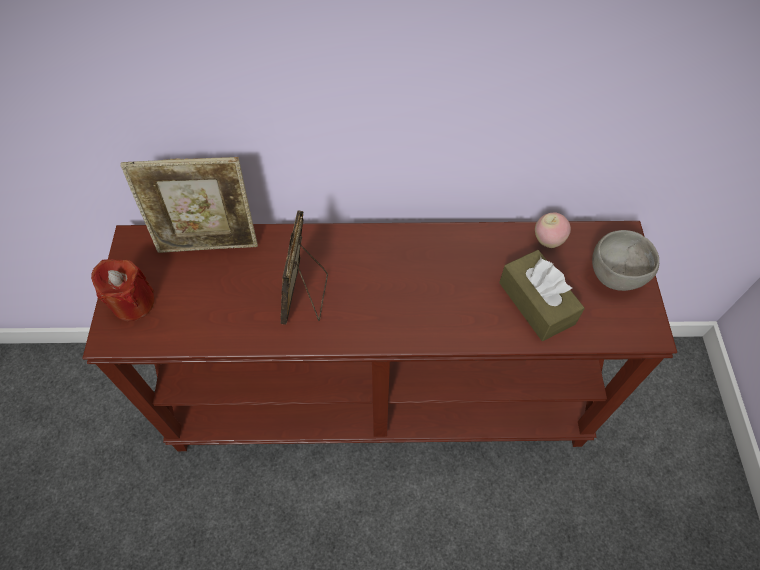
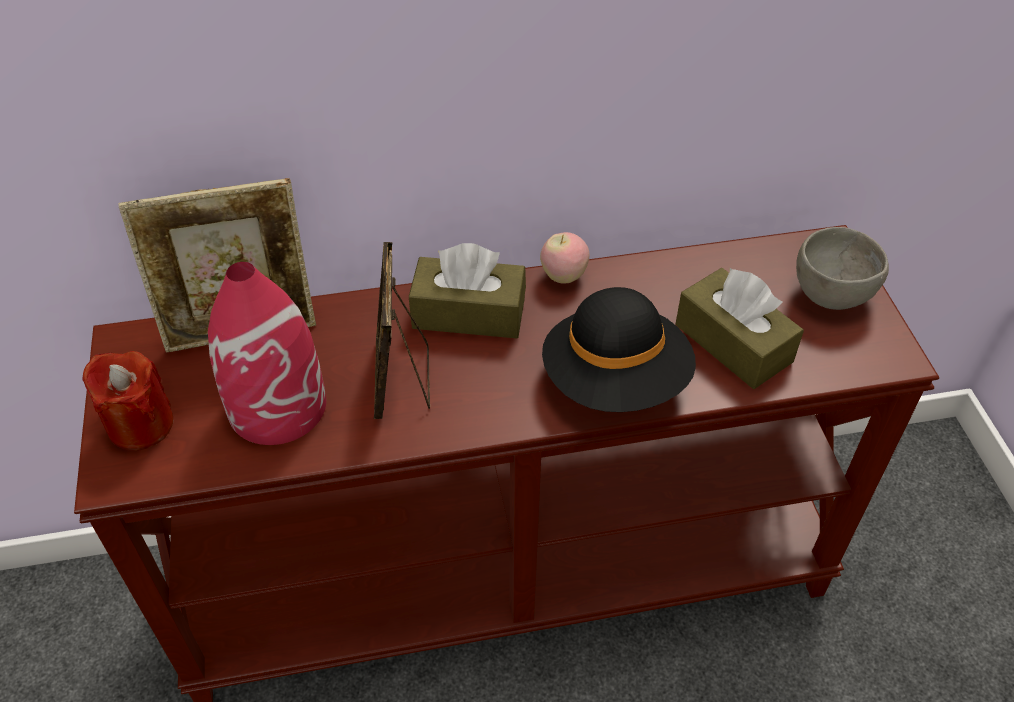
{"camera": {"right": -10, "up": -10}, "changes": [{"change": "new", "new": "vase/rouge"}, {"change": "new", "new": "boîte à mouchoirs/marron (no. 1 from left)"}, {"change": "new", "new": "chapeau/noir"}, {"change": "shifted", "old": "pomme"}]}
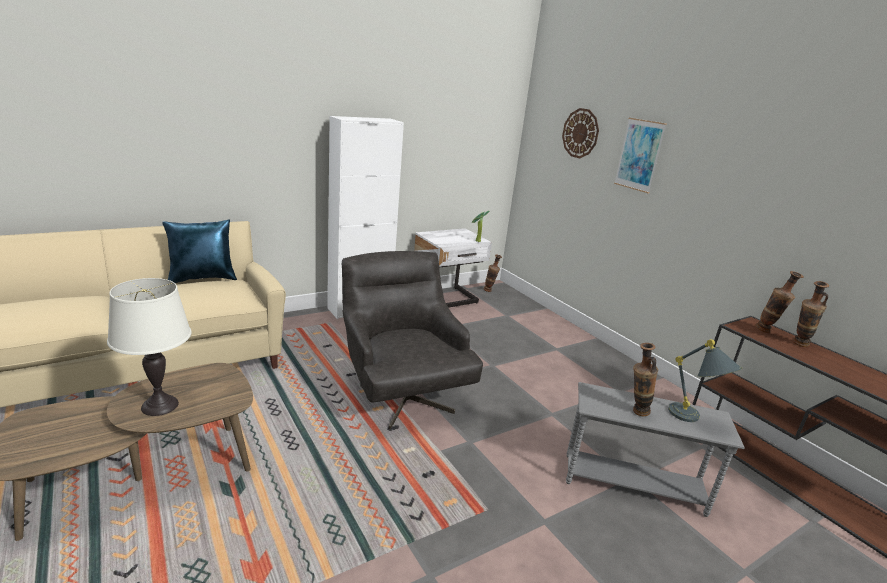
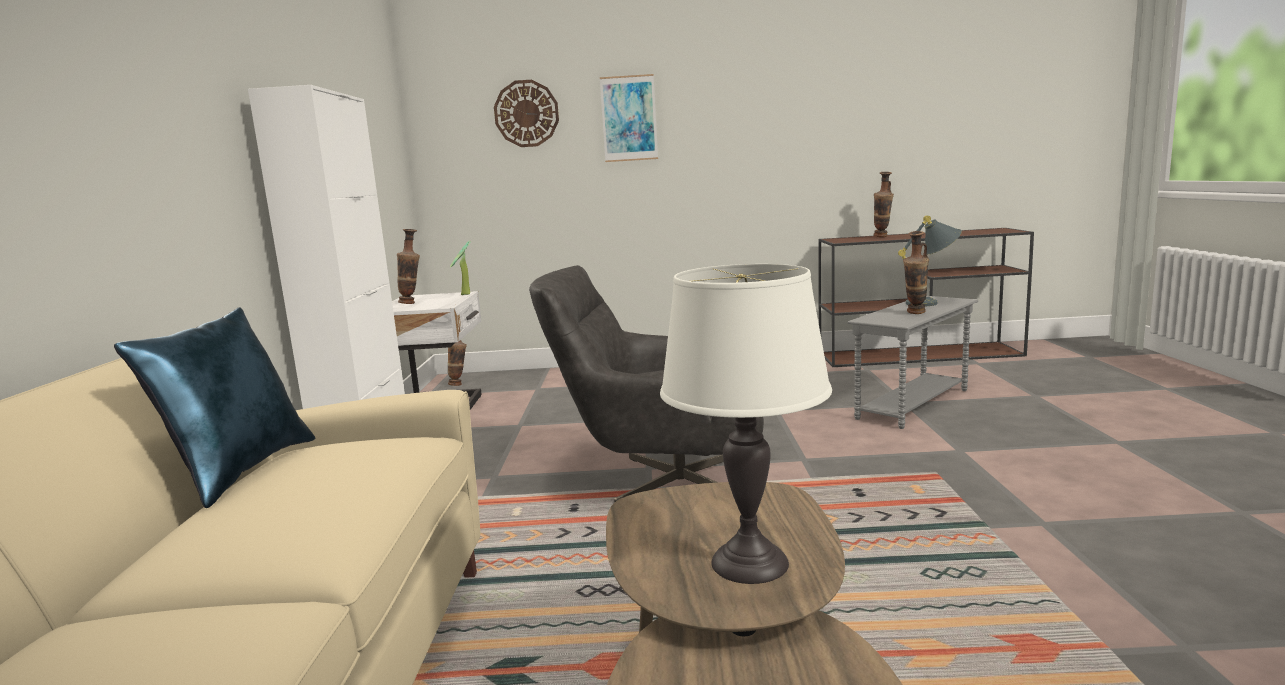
{"camera": {"right": -55, "up": -10}, "changes": [{"change": "shifted", "old": "vase (no. 3 from left in the first image)", "new": "vase (no. 1 from left)"}]}
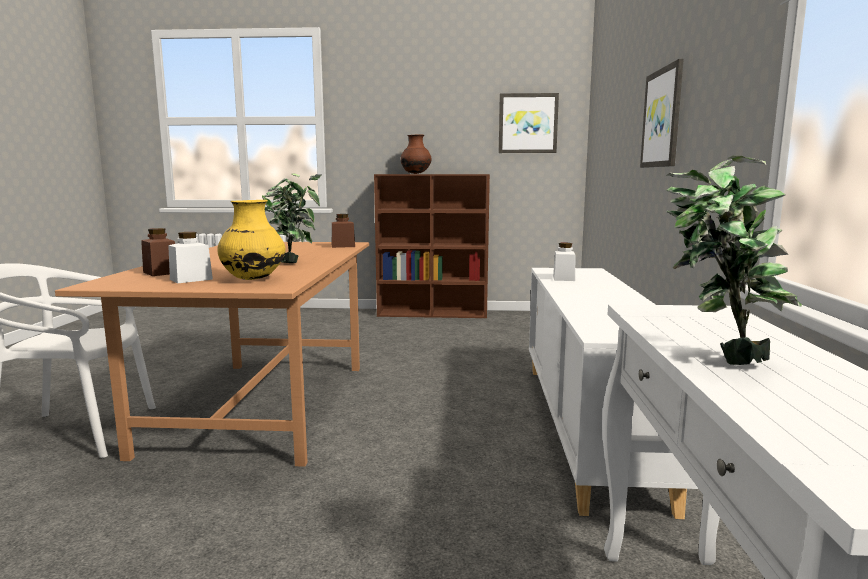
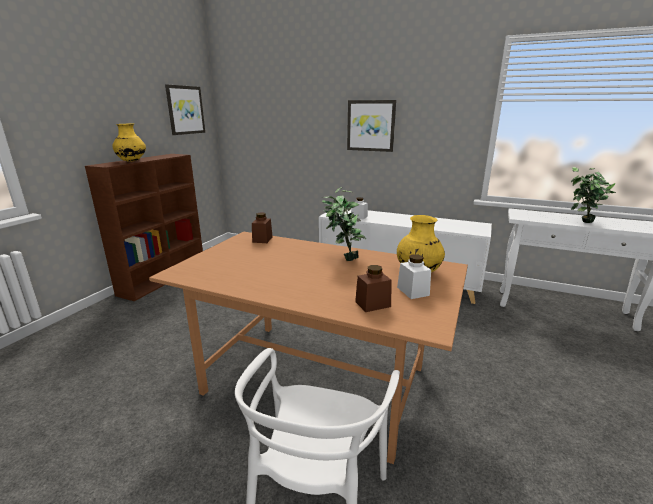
{"camera": {"right": -70, "up": 10}, "changes": [{"change": "repainted", "old": "vase/marron", "new": "vase/jaune (no. 1 from left)"}]}
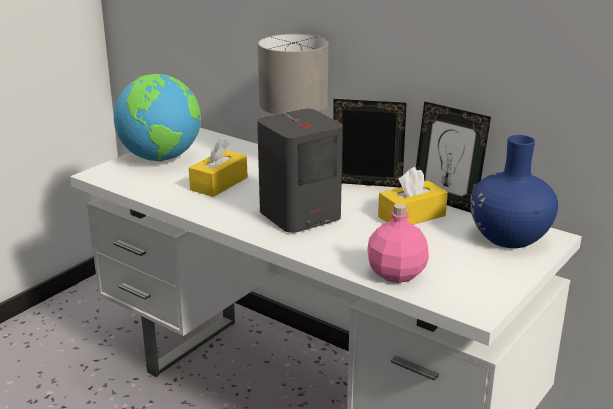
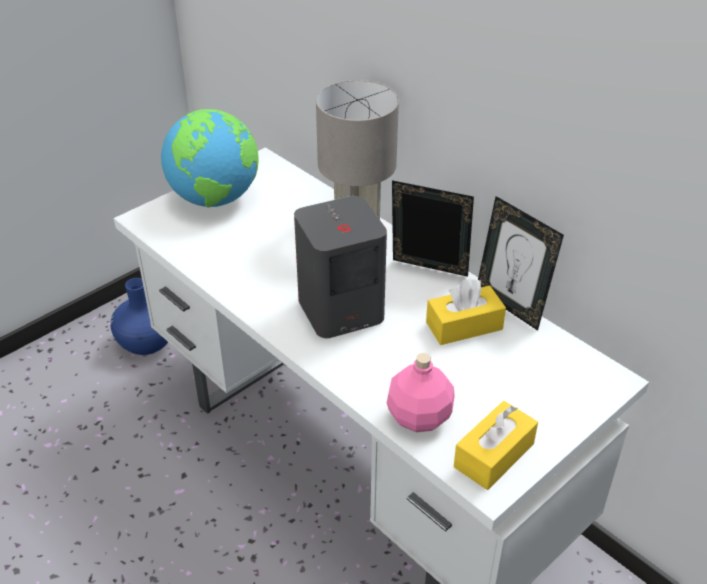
{"camera": {"right": 10, "up": 15}, "changes": [{"change": "shifted", "old": "boîte à mouchoirs/jaune (no. 1 from left in the first image)", "new": "boîte à mouchoirs/jaune (no. 2 from left)"}, {"change": "shifted", "old": "vase/bleu"}]}
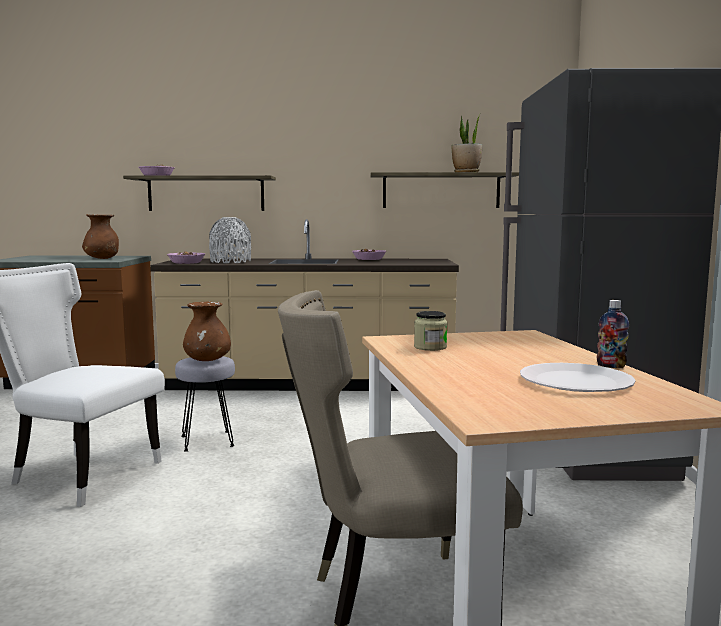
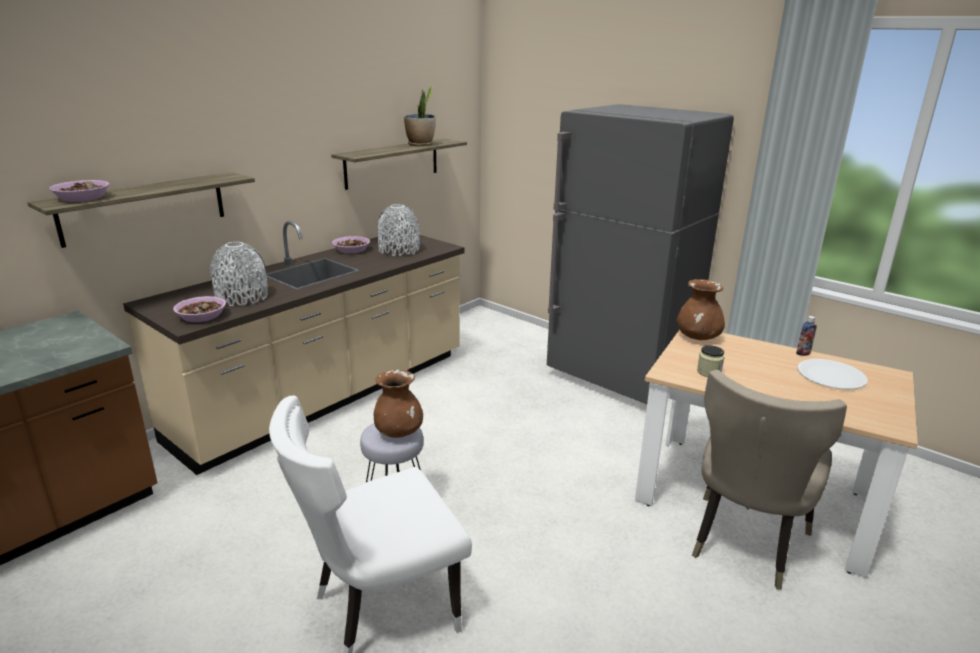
{"camera": {"right": -50, "up": 15}, "changes": [{"change": "new", "new": "vase/gris (no. 2 from left)"}, {"change": "shifted", "old": "vase/marron (no. 1 from left in the first image)", "new": "vase/marron (no. 2 from left)"}]}
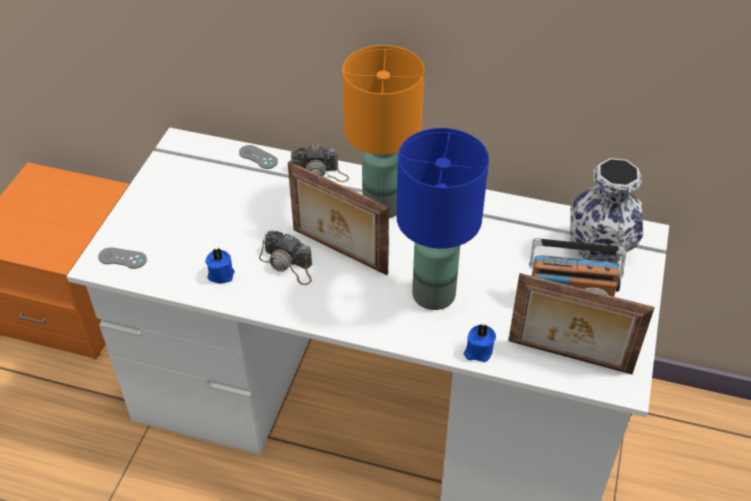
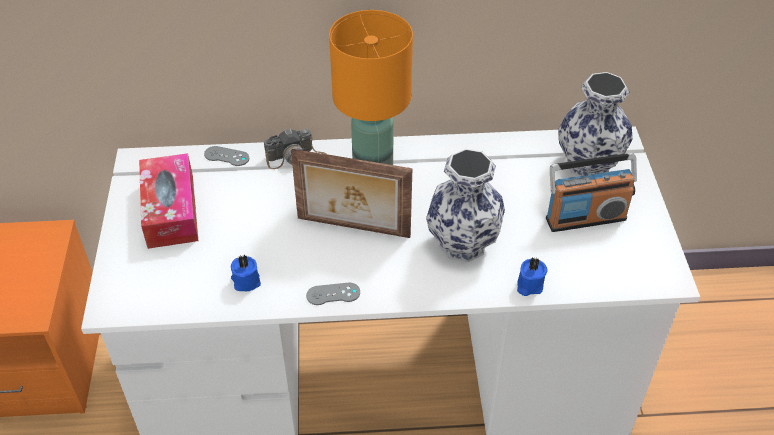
{"camera": {"right": -20, "up": 0}, "changes": [{"change": "gone", "old": "appareil photo (no. 1 from left)"}, {"change": "gone", "old": "cadre photo (no. 2 from left)"}, {"change": "new", "new": "boîte à mouchoirs"}, {"change": "shifted", "old": "manette/gris (no. 1 from left in the first image)", "new": "manette/gris (no. 2 from left)"}, {"change": "swapped", "old": "lampe de table/bleu", "new": "vase (no. 1 from left)"}]}
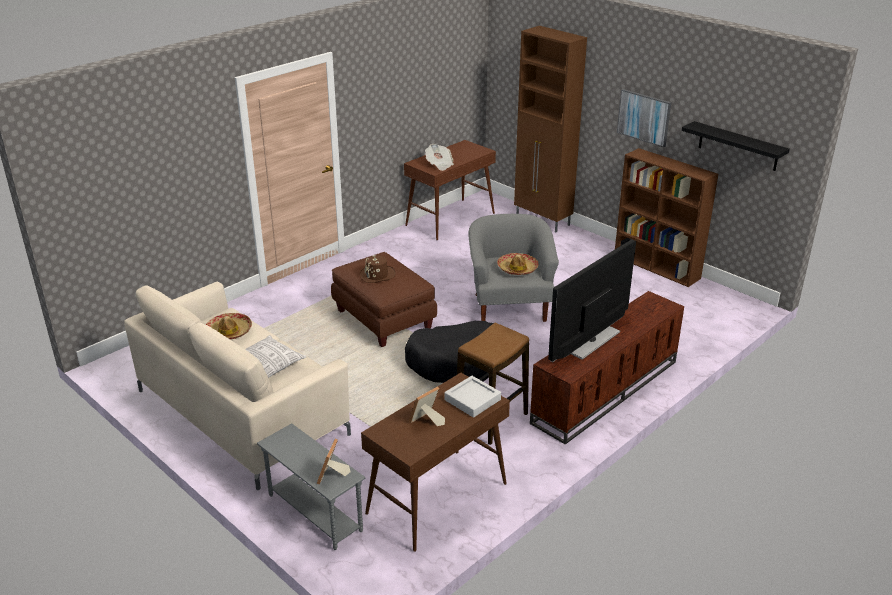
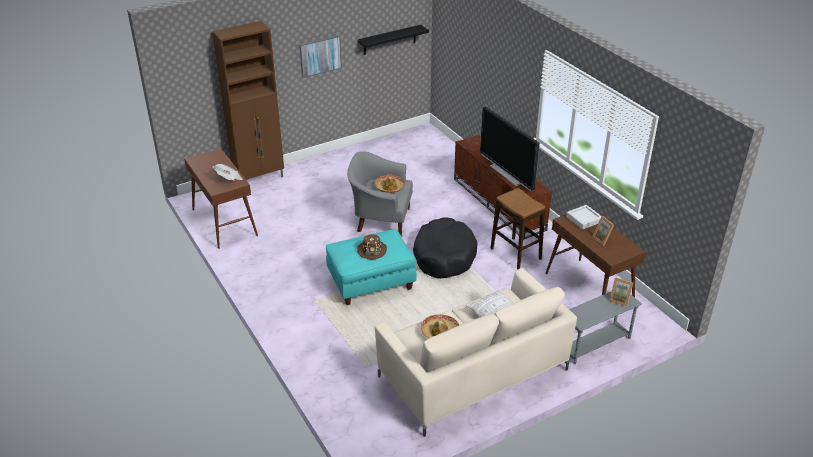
{"camera": {"right": -75, "up": 5}, "changes": [{"change": "gone", "old": "bibliothèque/marron"}, {"change": "repainted", "old": "pouf/marron", "new": "pouf/turquoise"}]}
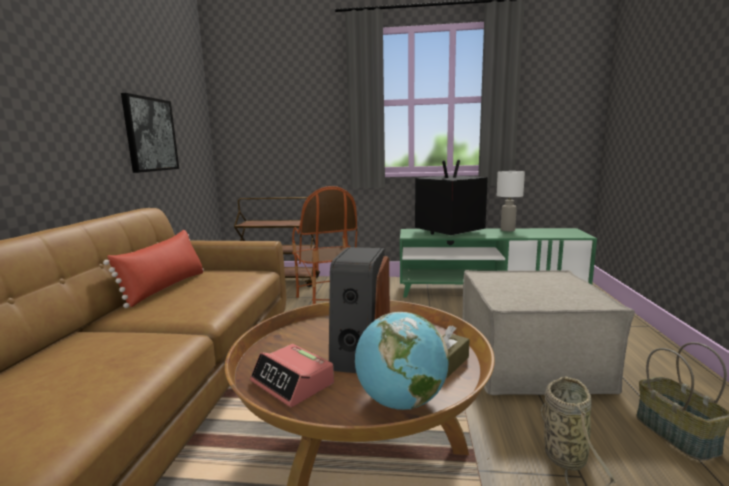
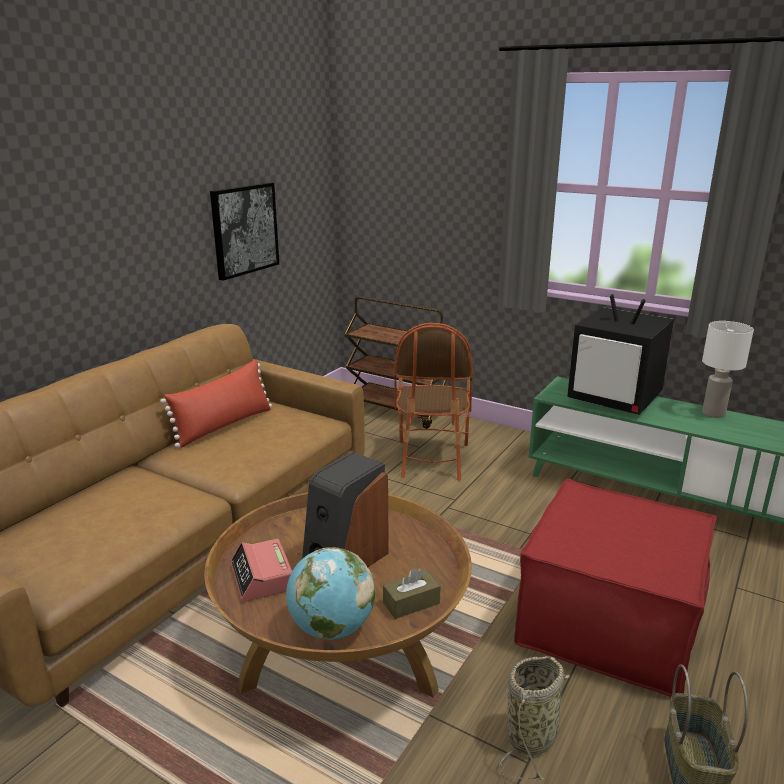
{"camera": {"right": 25, "up": 10}, "changes": [{"change": "repainted", "old": "pouf/beige", "new": "pouf/rouge"}, {"change": "rotated", "old": "téléviseur", "degrees": -135}]}
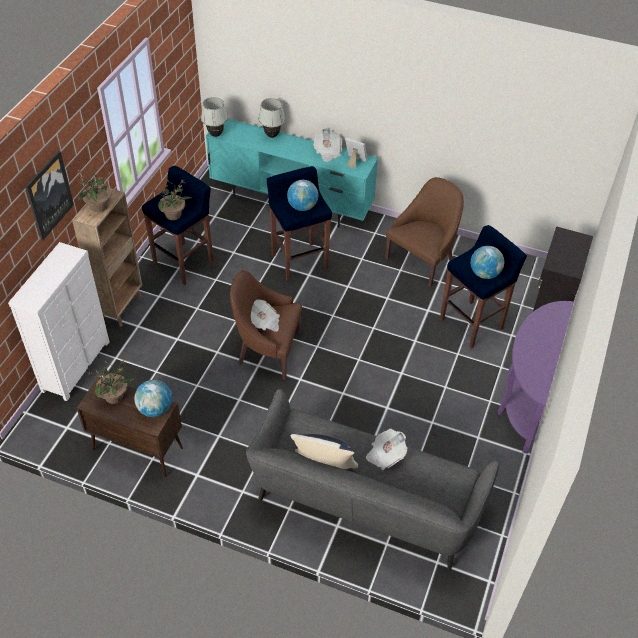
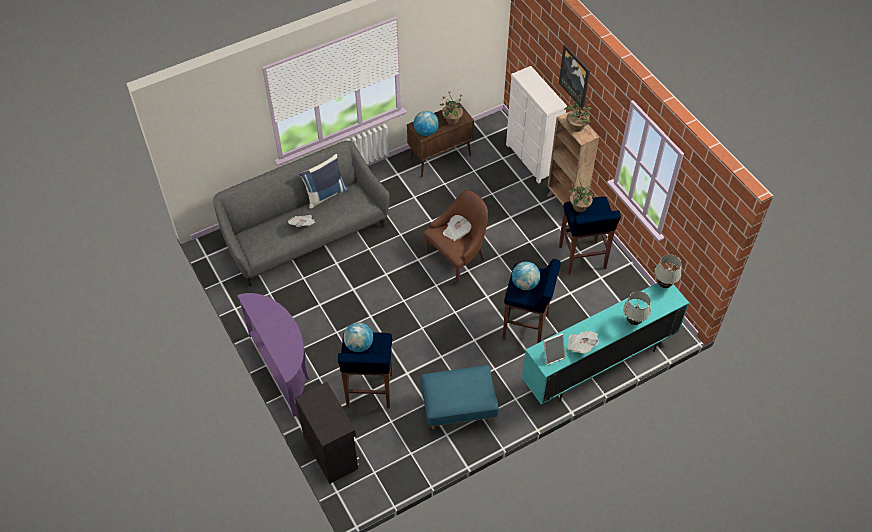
{"camera": {"right": 130, "up": 5}, "changes": [{"change": "swapped", "old": "fauteuil/marron (no. 2 from left)", "new": "pouf/bleu"}]}
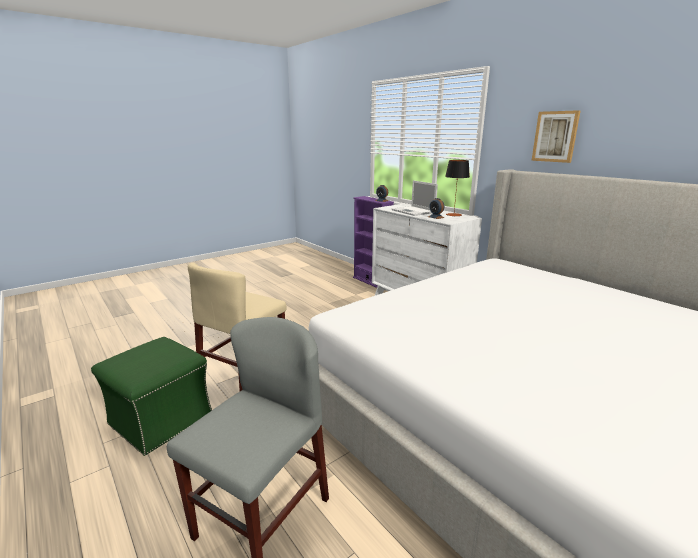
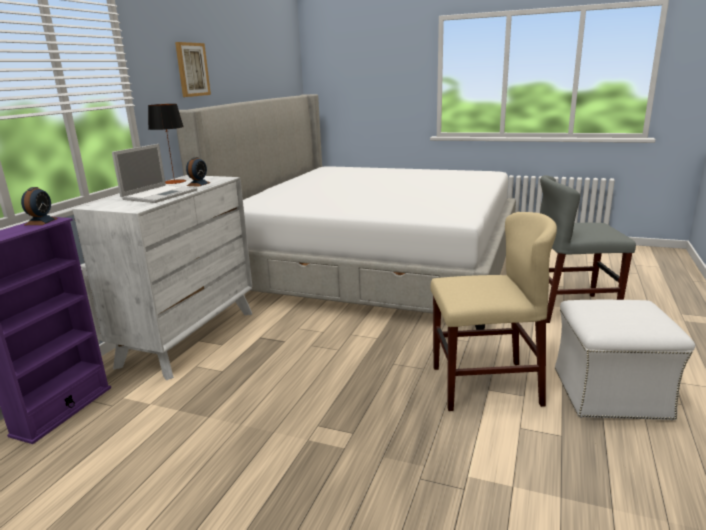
{"camera": {"right": -120, "up": 0}, "changes": [{"change": "repainted", "old": "pouf/vert", "new": "pouf/blanc"}]}
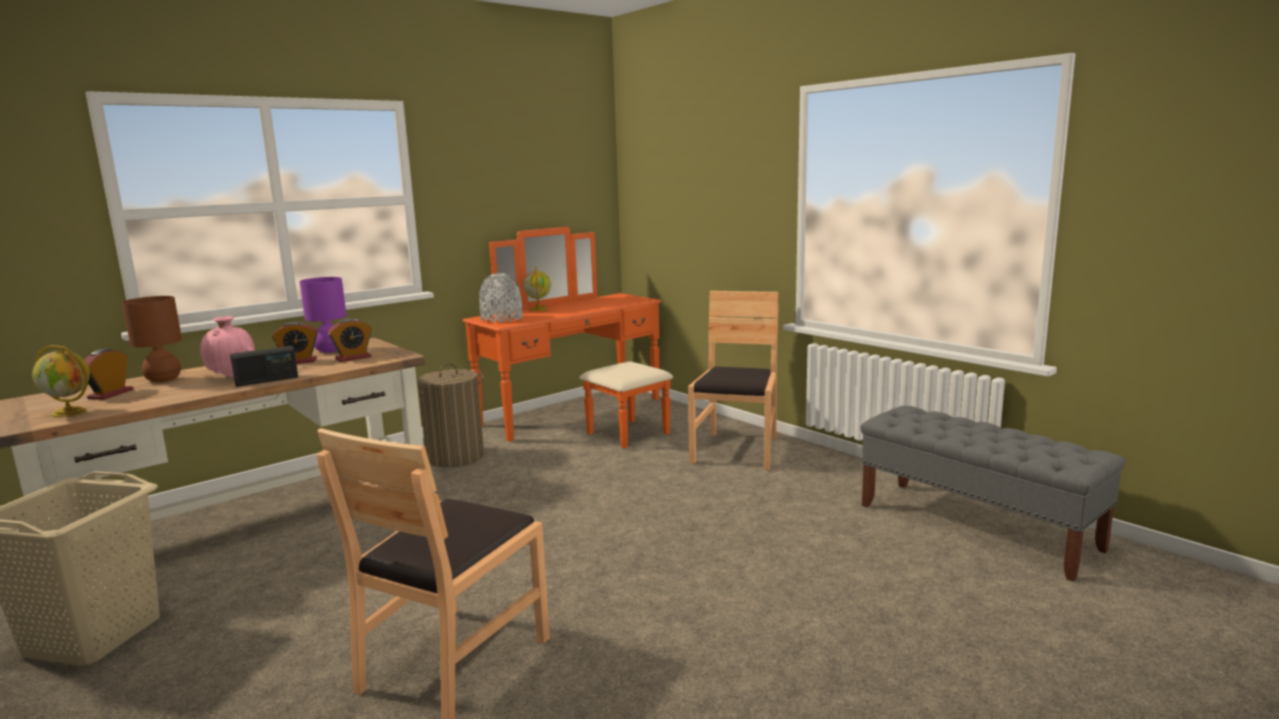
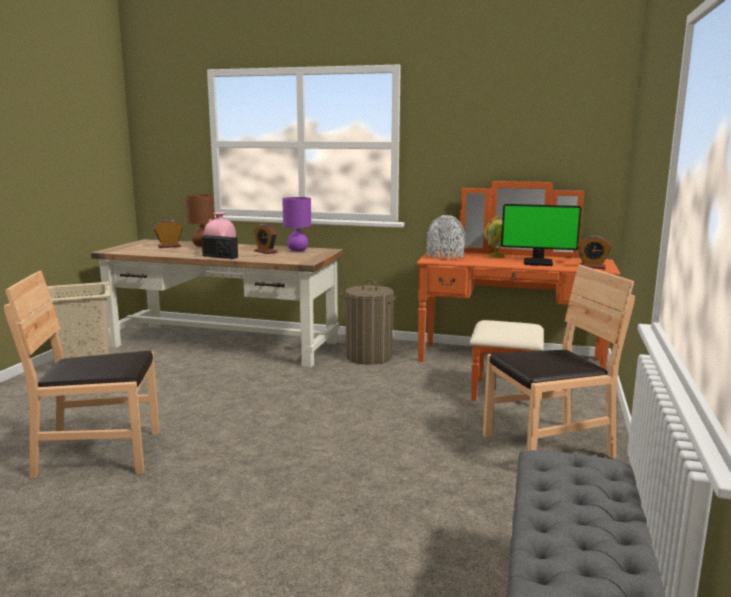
{"camera": {"right": 55, "up": 0}, "changes": [{"change": "gone", "old": "globe (no. 1 from left)"}, {"change": "new", "new": "écran d'ordinateur"}, {"change": "shifted", "old": "réveil (no. 3 from left)"}]}
